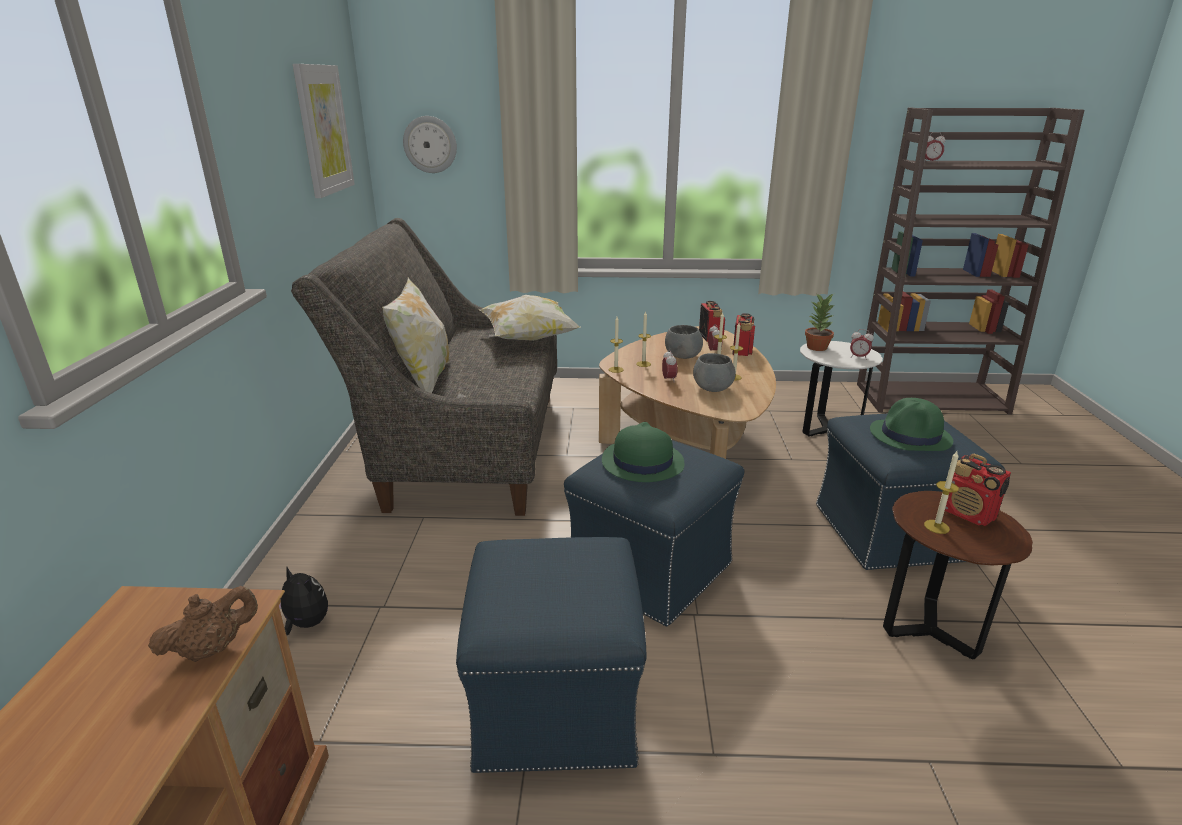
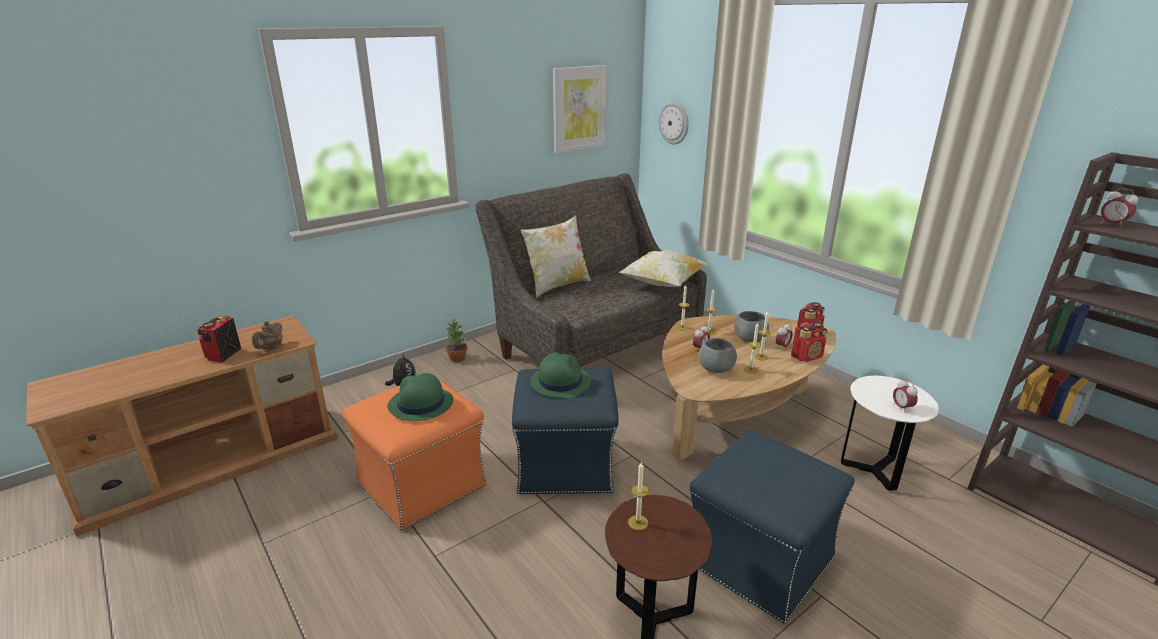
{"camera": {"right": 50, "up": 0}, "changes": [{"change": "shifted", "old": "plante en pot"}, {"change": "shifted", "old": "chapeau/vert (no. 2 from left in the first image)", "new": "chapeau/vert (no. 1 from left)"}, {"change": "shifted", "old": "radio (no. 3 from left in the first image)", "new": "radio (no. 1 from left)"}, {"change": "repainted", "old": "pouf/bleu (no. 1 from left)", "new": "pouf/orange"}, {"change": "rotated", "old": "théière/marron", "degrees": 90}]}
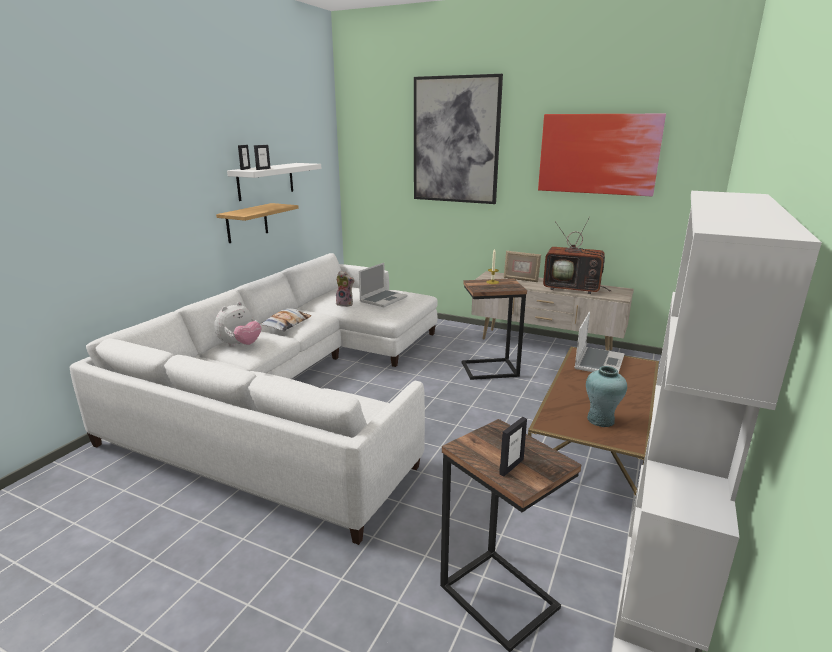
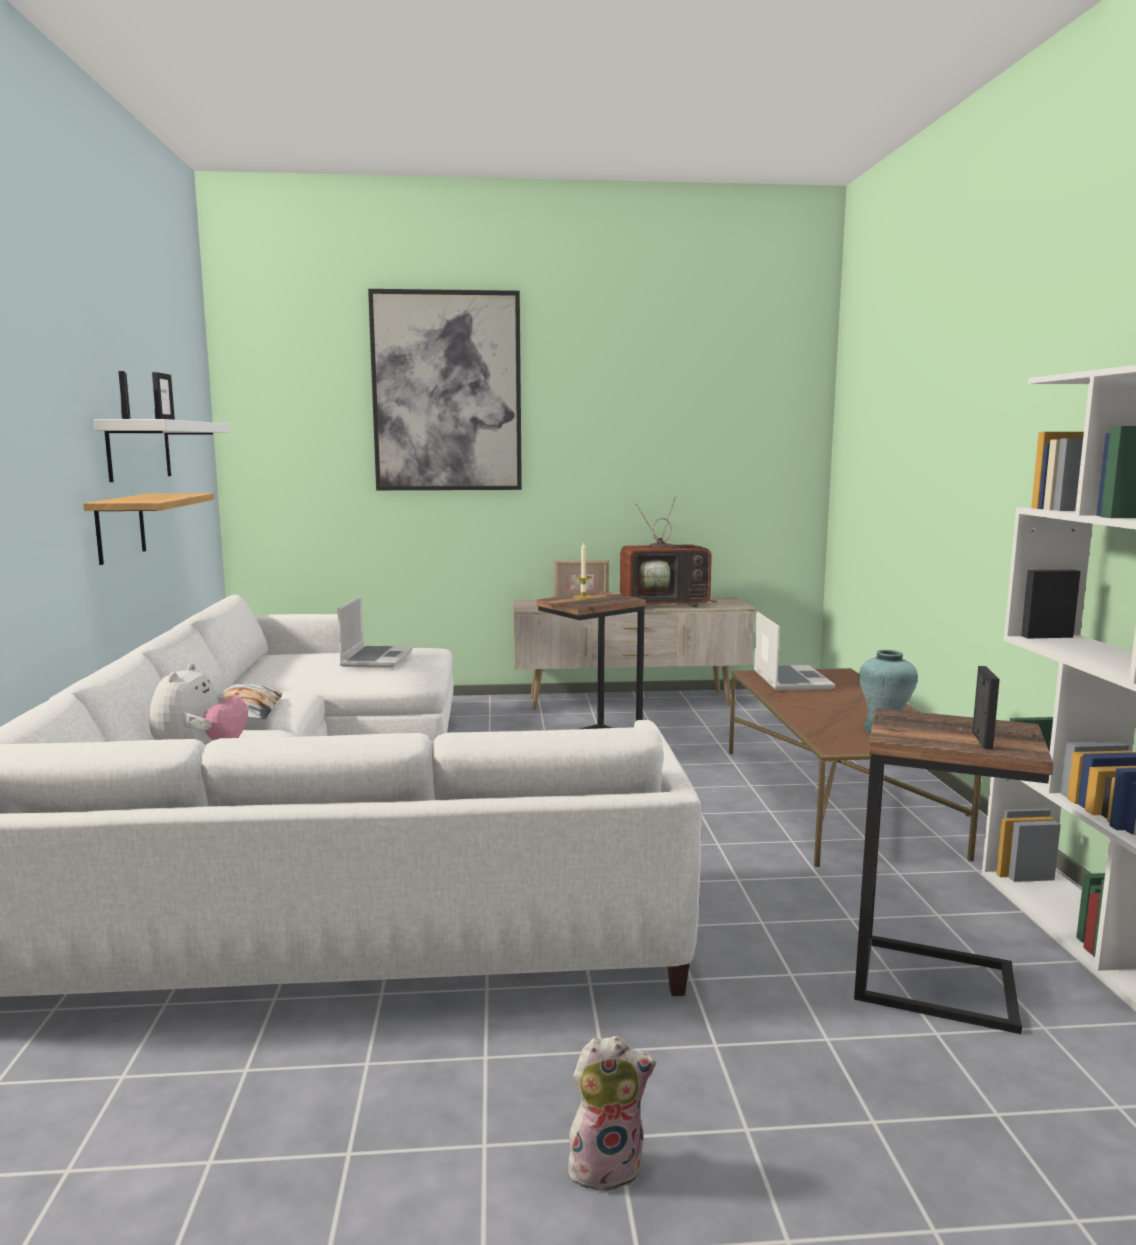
{"camera": {"right": -30, "up": -10}, "changes": [{"change": "gone", "old": "tableau (no. 2 from left)"}, {"change": "shifted", "old": "peluche (no. 2 from left)"}]}
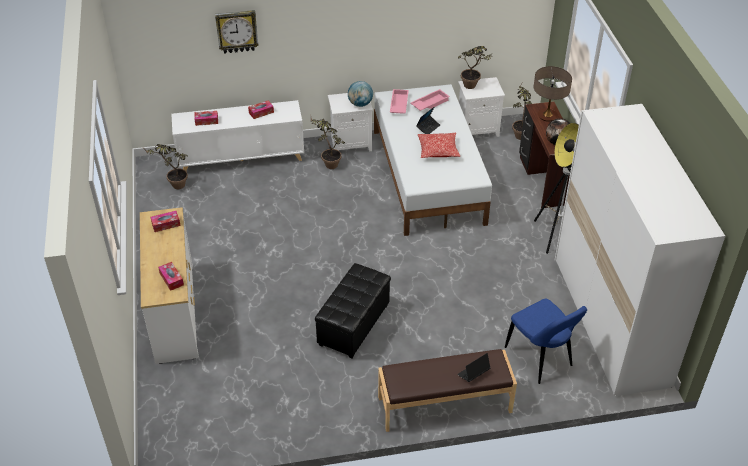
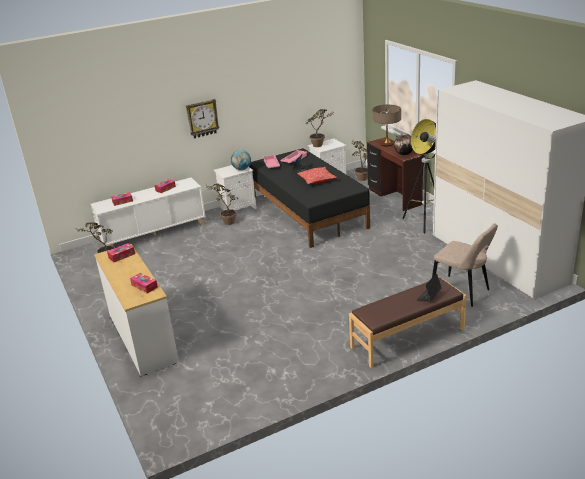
{"camera": {"right": -15, "up": -15}, "changes": [{"change": "gone", "old": "pouf/noir"}, {"change": "shifted", "old": "horloge murale"}, {"change": "repainted", "old": "lit/blanc", "new": "lit/noir"}, {"change": "repainted", "old": "chaise/bleu", "new": "chaise/beige"}]}
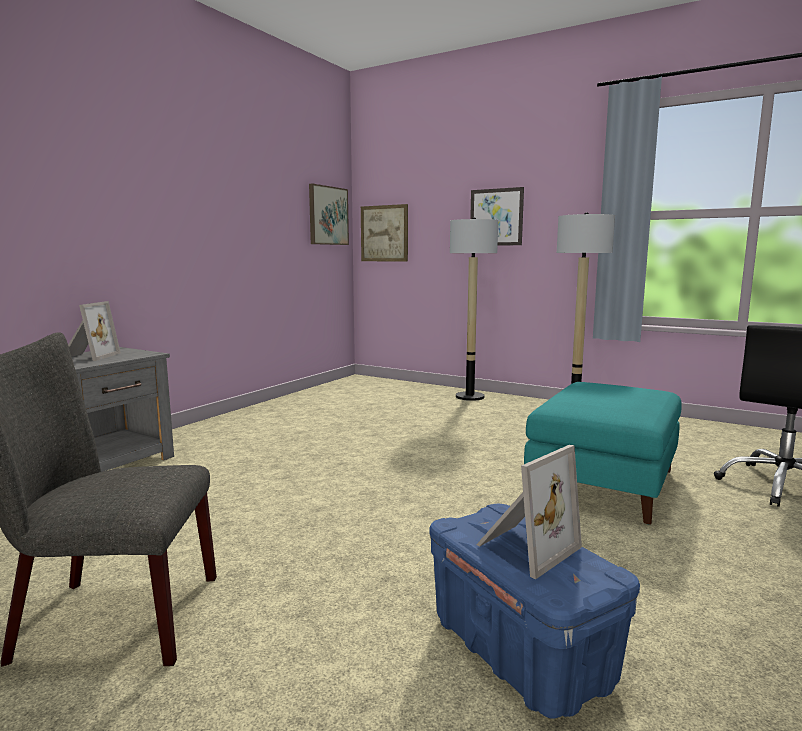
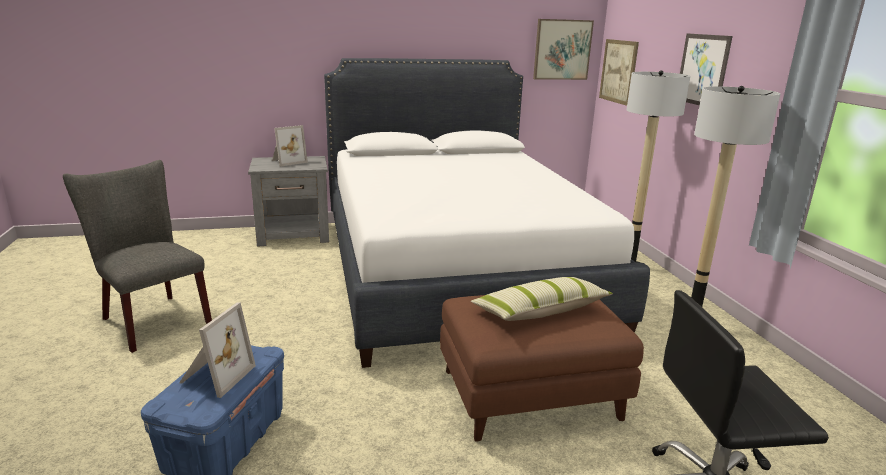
{"camera": {"right": 45, "up": 10}, "changes": [{"change": "new", "new": "lit/blanc"}, {"change": "new", "new": "coussin"}, {"change": "repainted", "old": "pouf/turquoise", "new": "pouf/marron"}, {"change": "rotated", "old": "cadre photo (no. 2 from left in the first image)", "degrees": -75}]}
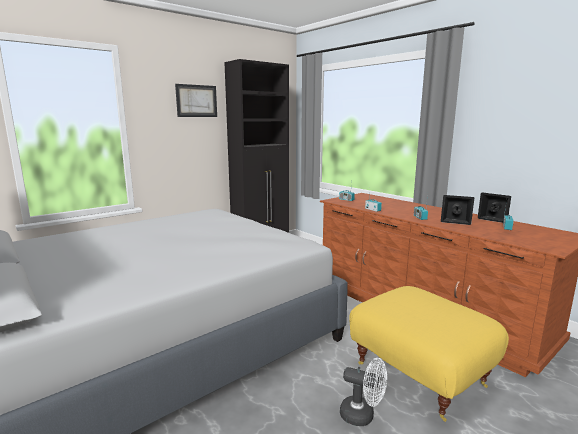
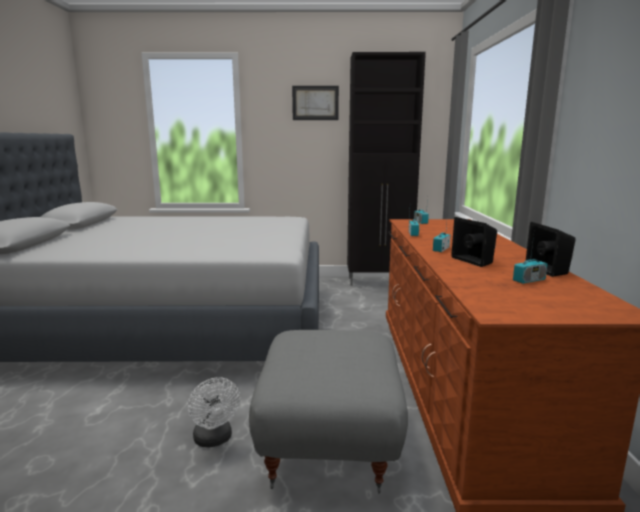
{"camera": {"right": 40, "up": 0}, "changes": [{"change": "repainted", "old": "pouf/jaune", "new": "pouf/gris"}]}
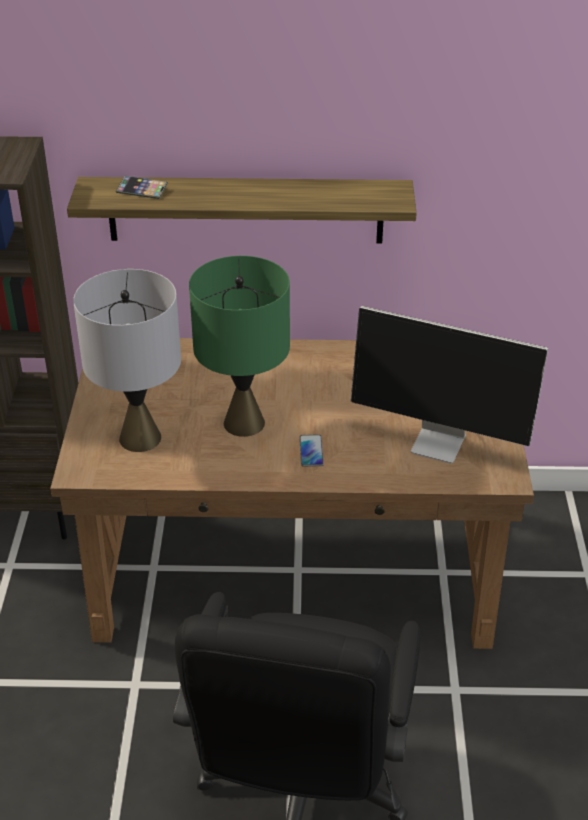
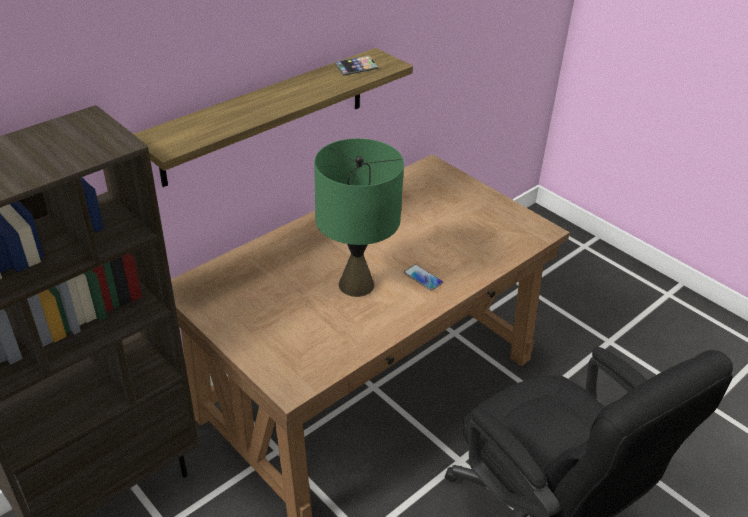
{"camera": {"right": -45, "up": 0}, "changes": [{"change": "gone", "old": "lampe de table/gris"}, {"change": "gone", "old": "écran d'ordinateur"}, {"change": "shifted", "old": "téléphone (no. 1 from left)"}]}
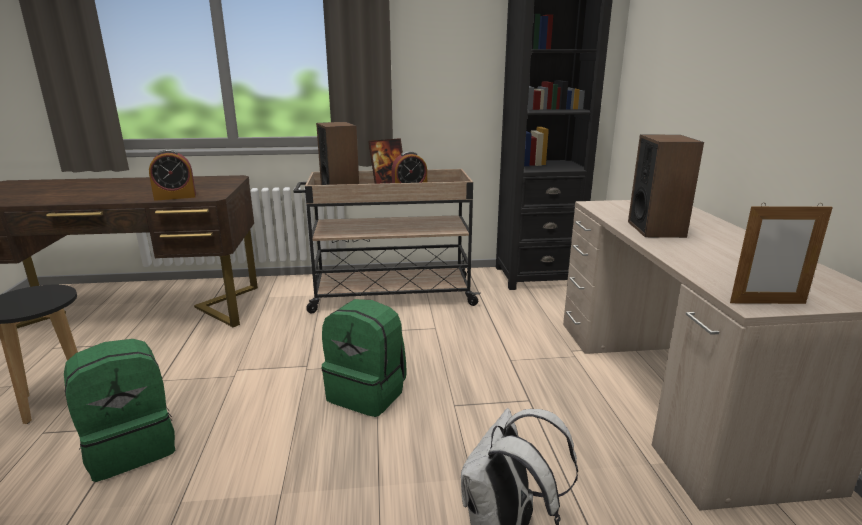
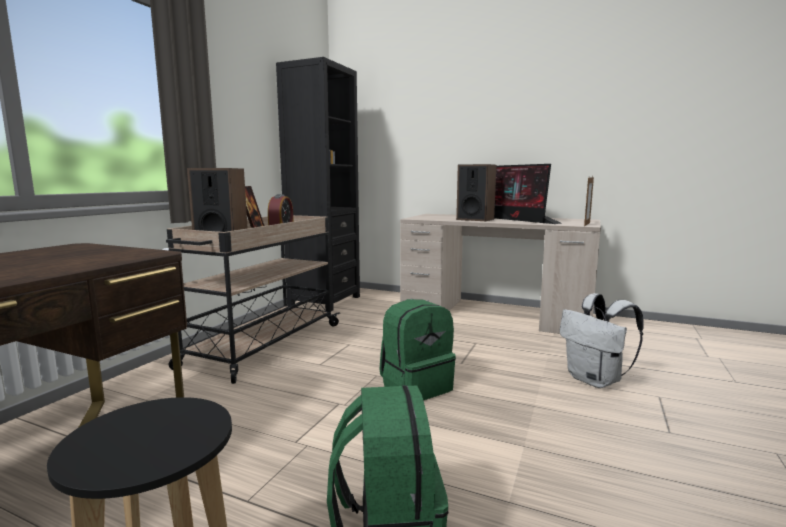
{"camera": {"right": -60, "up": -10}, "changes": [{"change": "gone", "old": "réveil (no. 1 from left)"}, {"change": "new", "new": "écran d'ordinateur"}]}
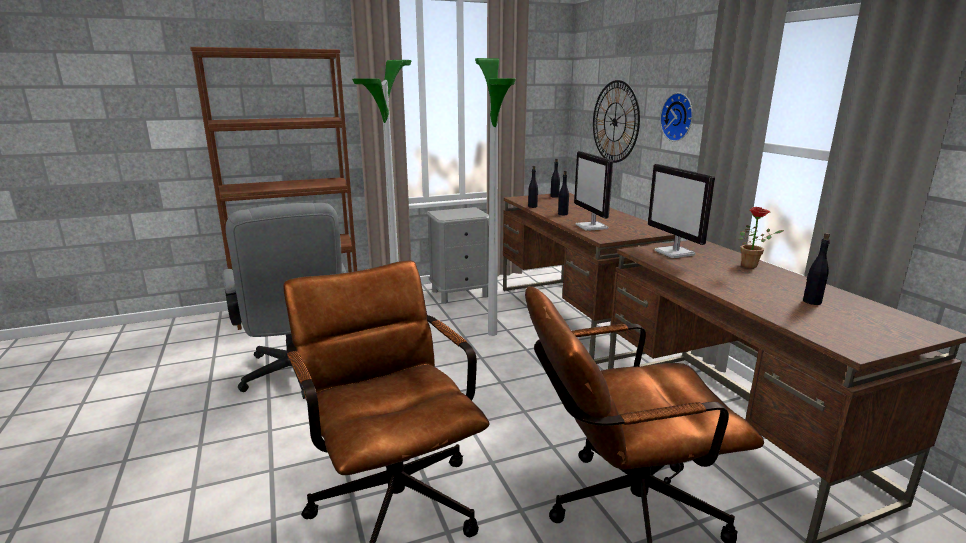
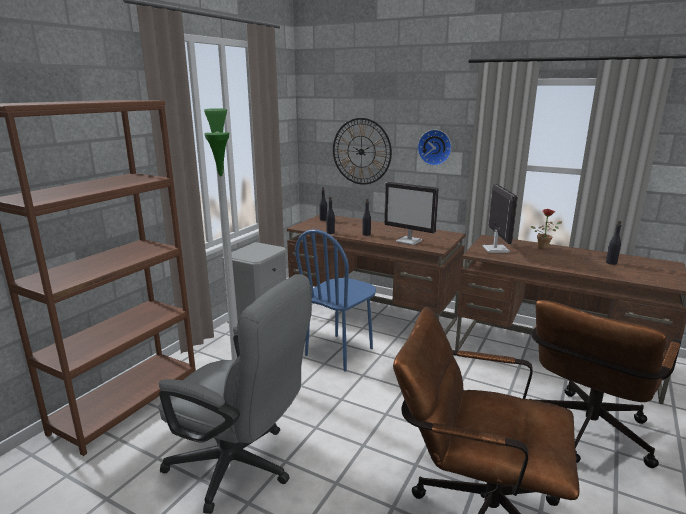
{"camera": {"right": -40, "up": 0}, "changes": [{"change": "swapped", "old": "lampadaire (no. 2 from left)", "new": "chaise/bleu"}, {"change": "rotated", "old": "écran d'ordinateur (no. 2 from left)", "degrees": -120}]}
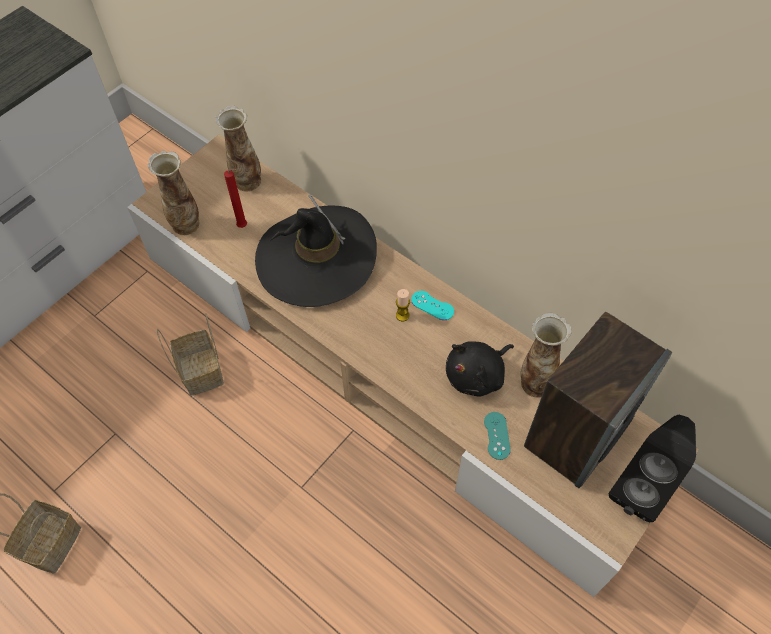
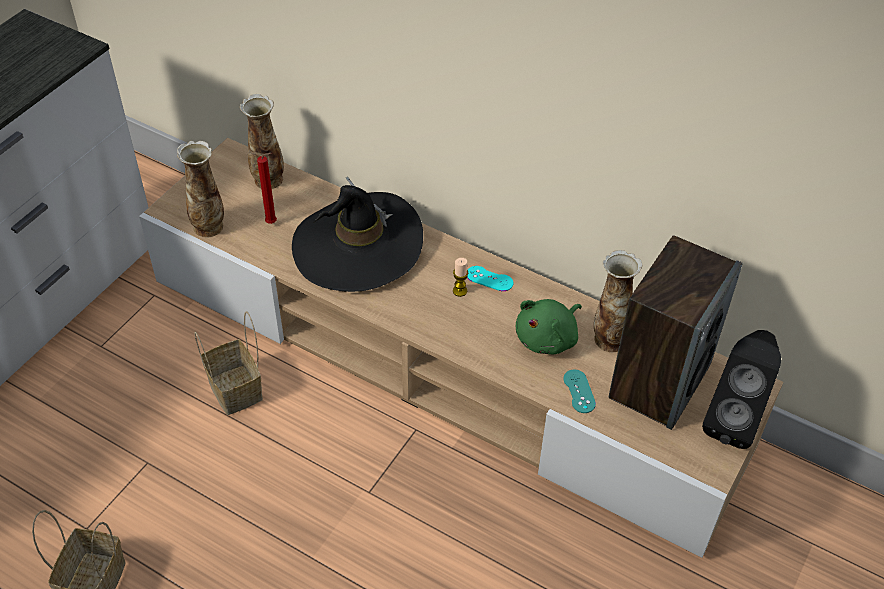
{"camera": {"right": -10, "up": -10}, "changes": [{"change": "repainted", "old": "peluche/noir", "new": "peluche/vert"}]}
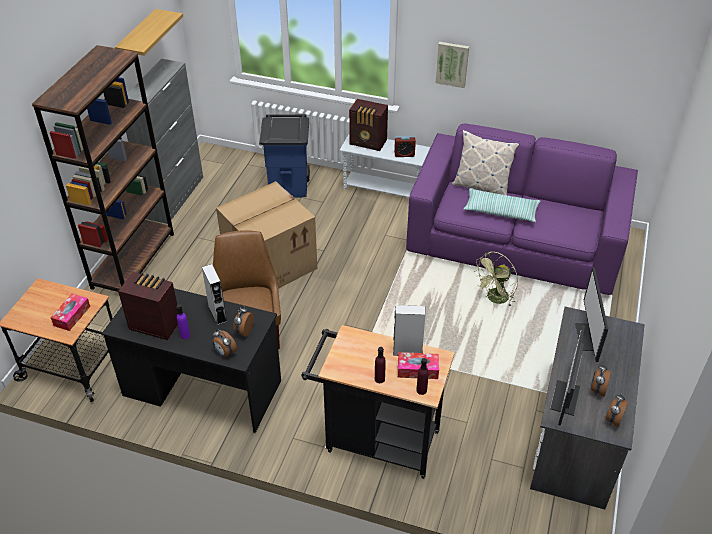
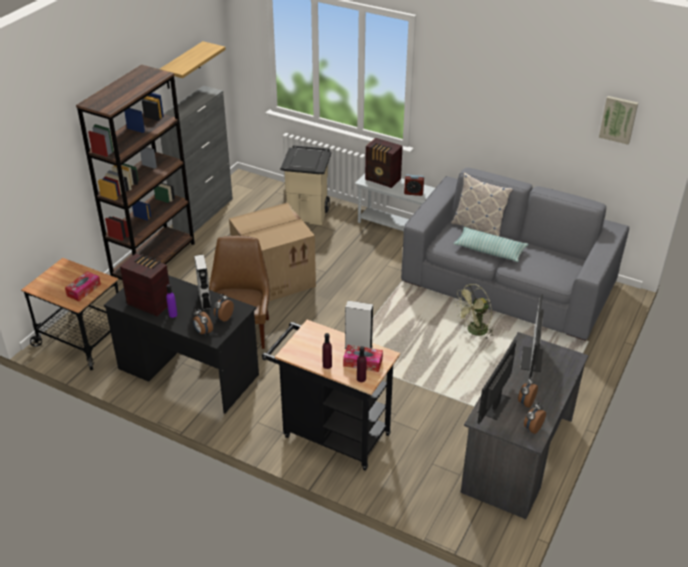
{"camera": {"right": 10, "up": -5}, "changes": [{"change": "shifted", "old": "tableau"}, {"change": "repainted", "old": "poubelle/bleu", "new": "poubelle/beige"}, {"change": "repainted", "old": "canapé/violet", "new": "canapé/gris"}]}
